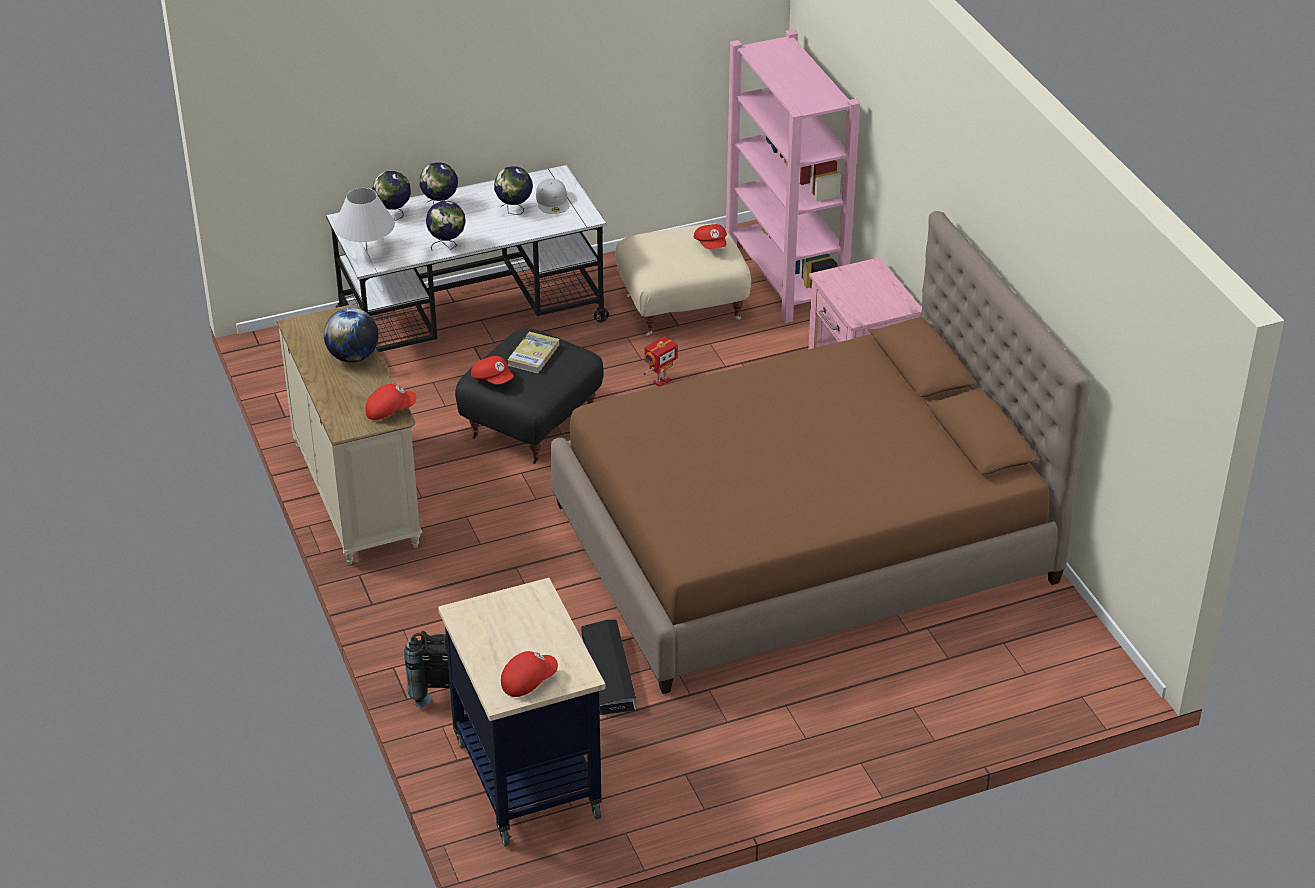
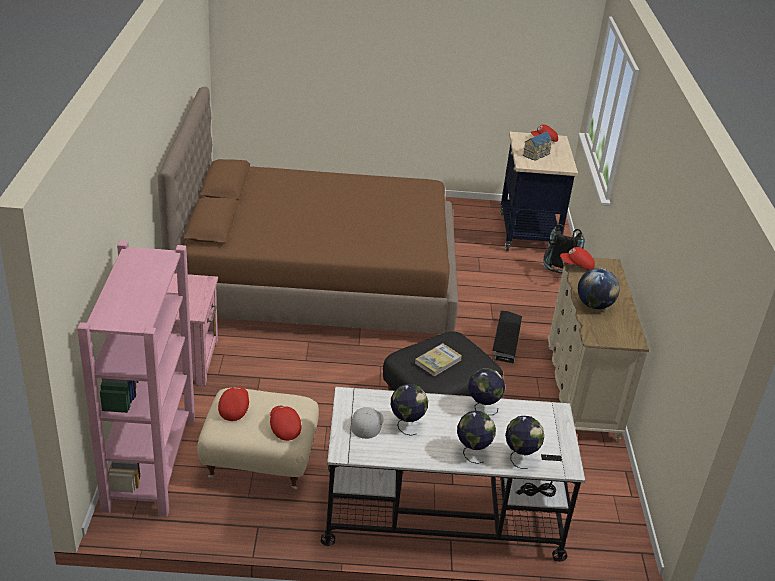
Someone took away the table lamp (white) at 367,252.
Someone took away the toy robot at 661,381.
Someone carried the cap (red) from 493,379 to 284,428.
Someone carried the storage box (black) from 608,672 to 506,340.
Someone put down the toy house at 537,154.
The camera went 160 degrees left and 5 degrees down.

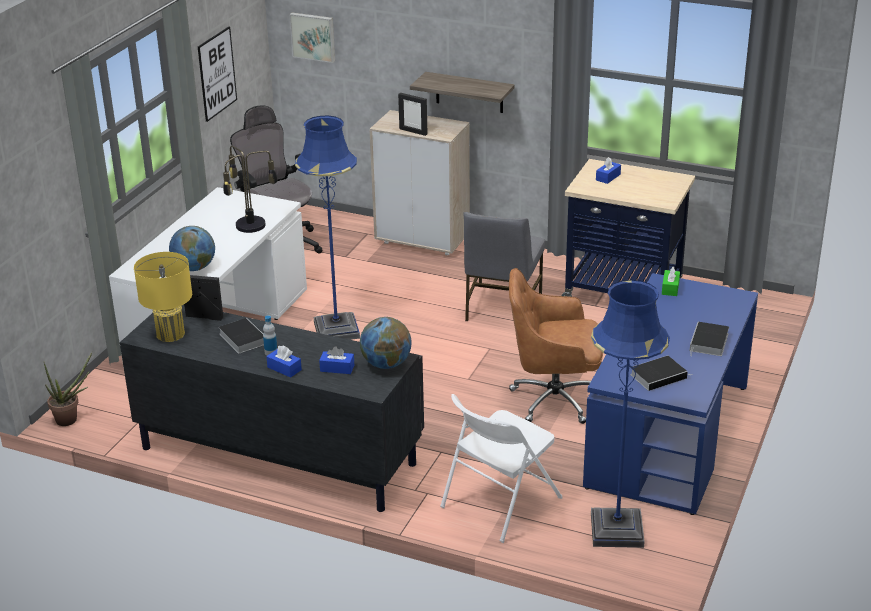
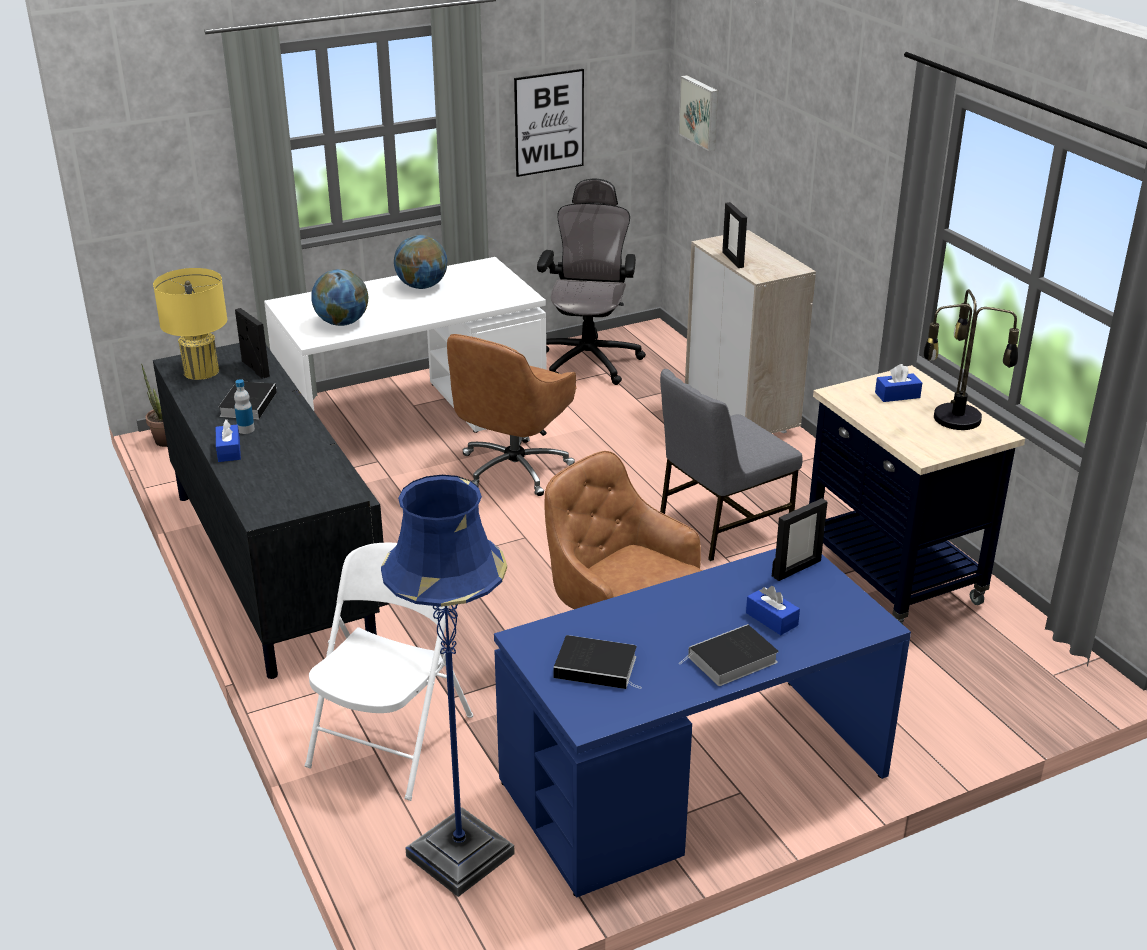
Someone took away the shelf at 469,92.
Someone swapped the floor lamp (blue) at 336,330 for the office chair (brown) at 513,469.
Someone carried the table lamp from 250,225 to 957,418.
Someone swapped the tissue box (green) at 670,288 for the picture frame at 796,568.
Someone carried the globe from 386,364 to 422,286.
Someone carried the tissue box (blue) from 337,368 to 771,619.
Someone rotated the chair (white) at 501,502 by 120 degrees clockwise.
The camera went 40 degrees right and 0 degrees up.

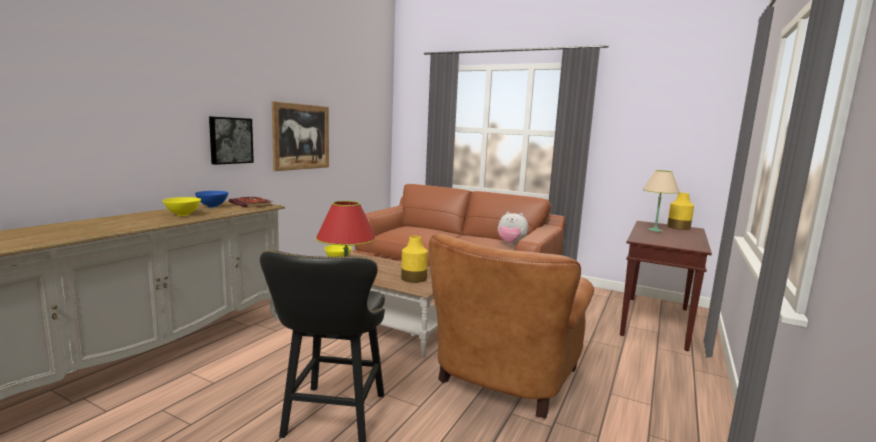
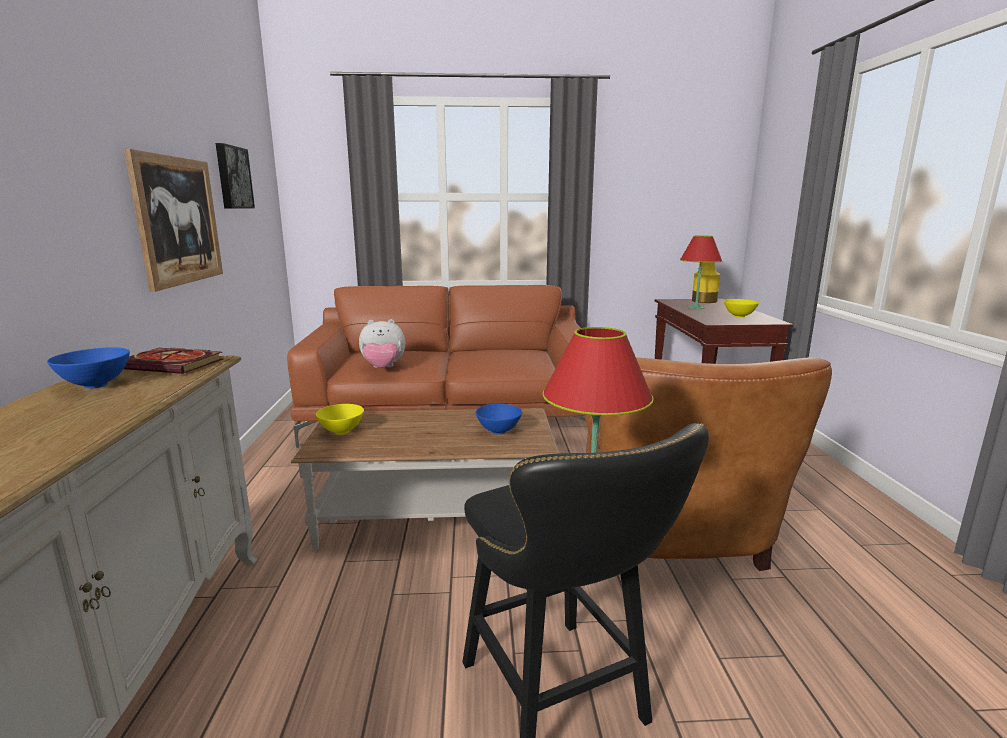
Someone carried the picture from 230,140 to 232,177.
Someone repainted the table lamp (beige) at 655,230, which became the table lamp (red) at 696,307.
Someone carried the bowl (yellow) from 183,215 to 739,316.
Someone carried the plush toy from 510,244 to 383,368.
Someone swapped the vase (yellow) at 414,278 for the bowl (blue) at 499,431.
The camera went 30 degrees left and 5 degrees up.

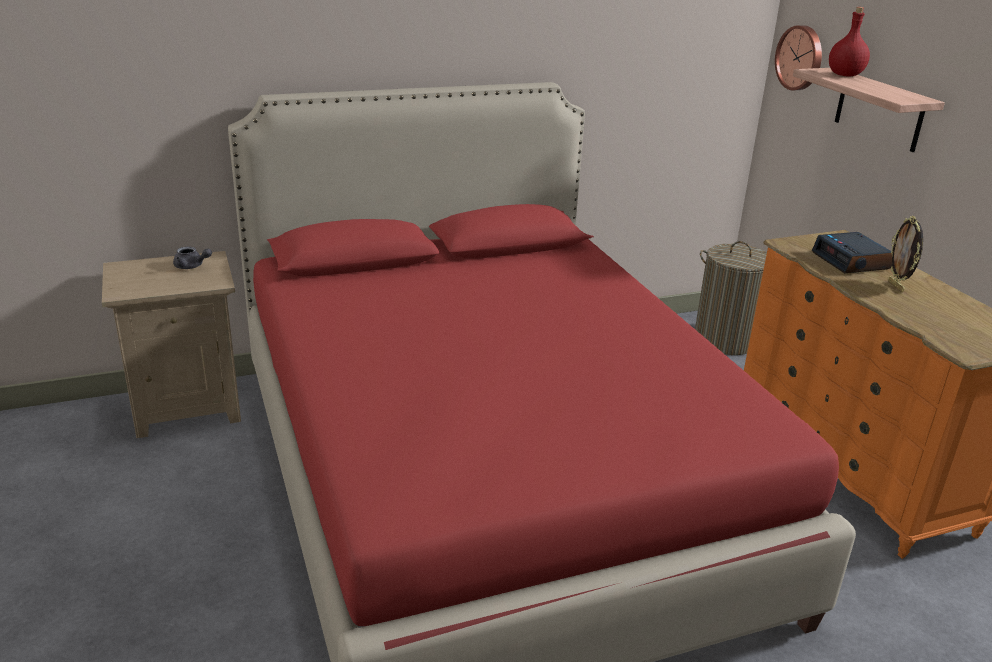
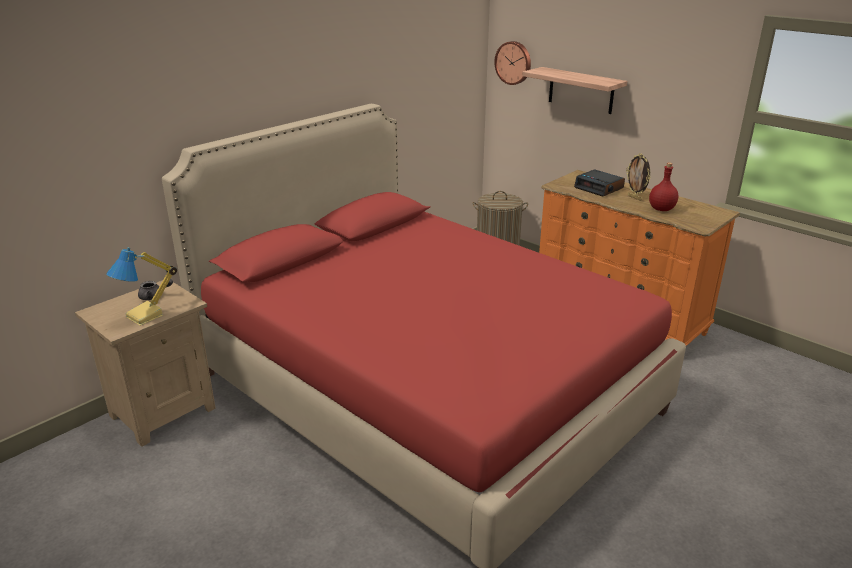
Someone carried the bottle (red) from 845,75 to 662,209.
Someone put down the table lamp at 145,316.
The camera went 25 degrees left and 0 degrees up.

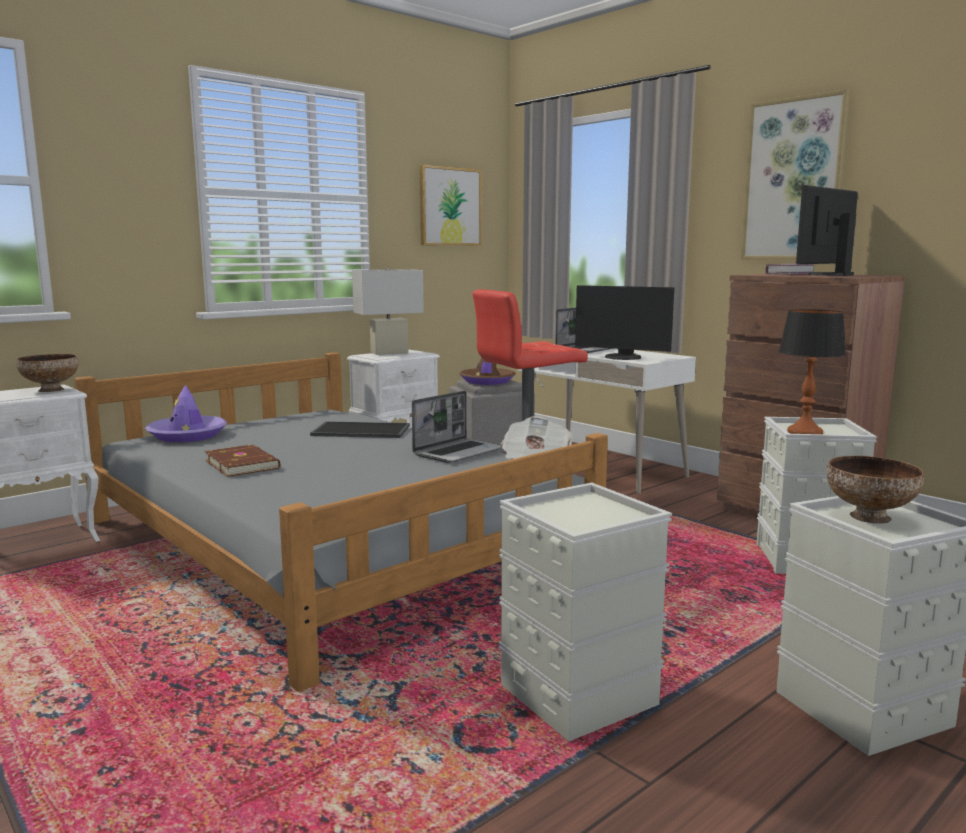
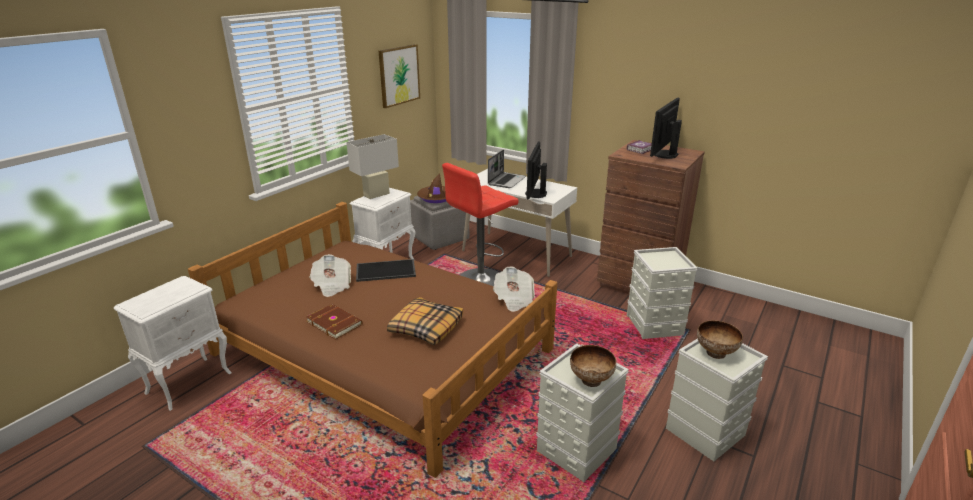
Someone took away the picture at 793,180.
Someone rotated the monitor at 622,357 by 90 degrees clockwise.
Someone took away the table lamp at 804,432.
Someone repainted the bed (grey) at 328,543, which became the bed (brown) at 384,351.
Someone carried the bowl from 51,389 to 591,380.
Someone took away the hat (purple) at 187,435.
Someone took away the laptop at 458,452.
Someone put down the newspaper at 332,285.
Someone put down the pillow at 426,327.
The camera went 15 degrees left and 15 degrees up.

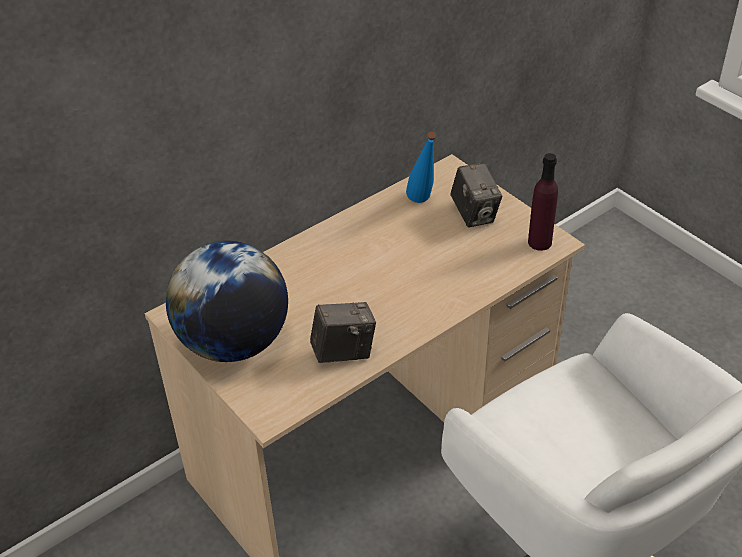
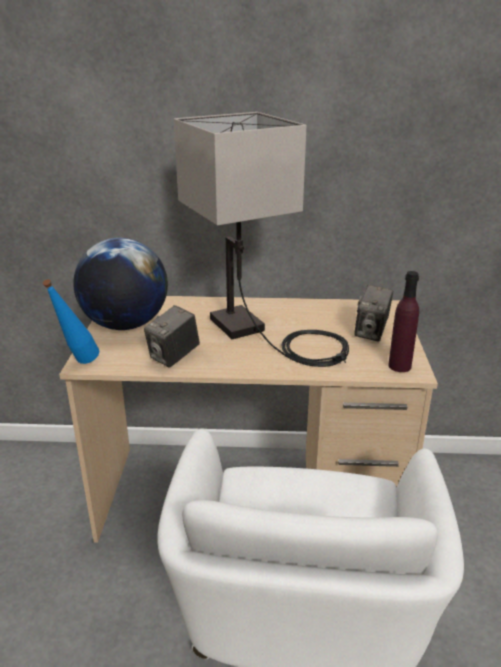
Someone carried the bottle (blue) from 422,204 to 78,364.
Someone rotated the photo camera at 343,352 by 105 degrees clockwise.
Someone put down the table lamp at 267,336.
The camera went 40 degrees right and 15 degrees down.

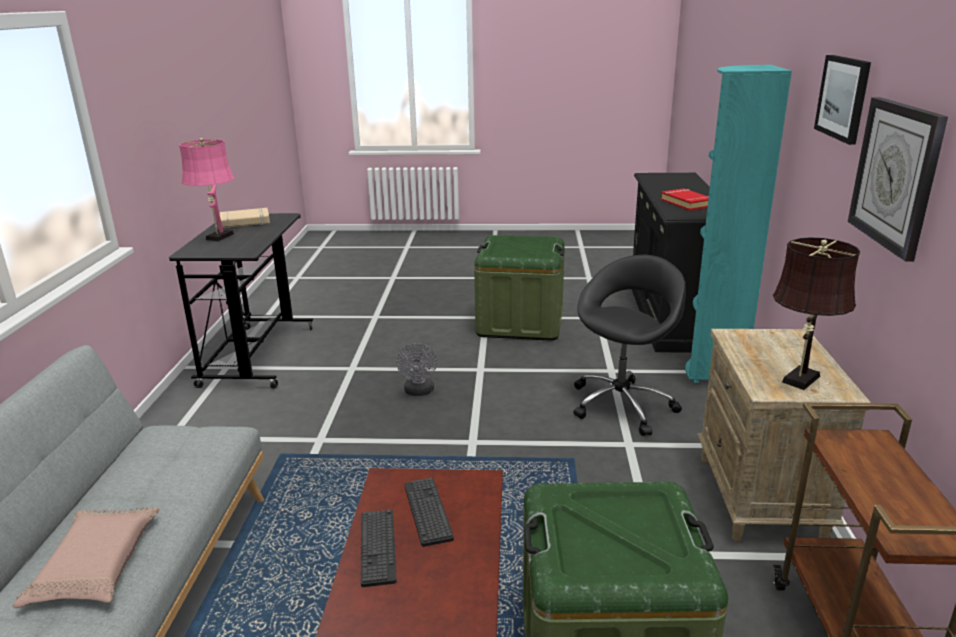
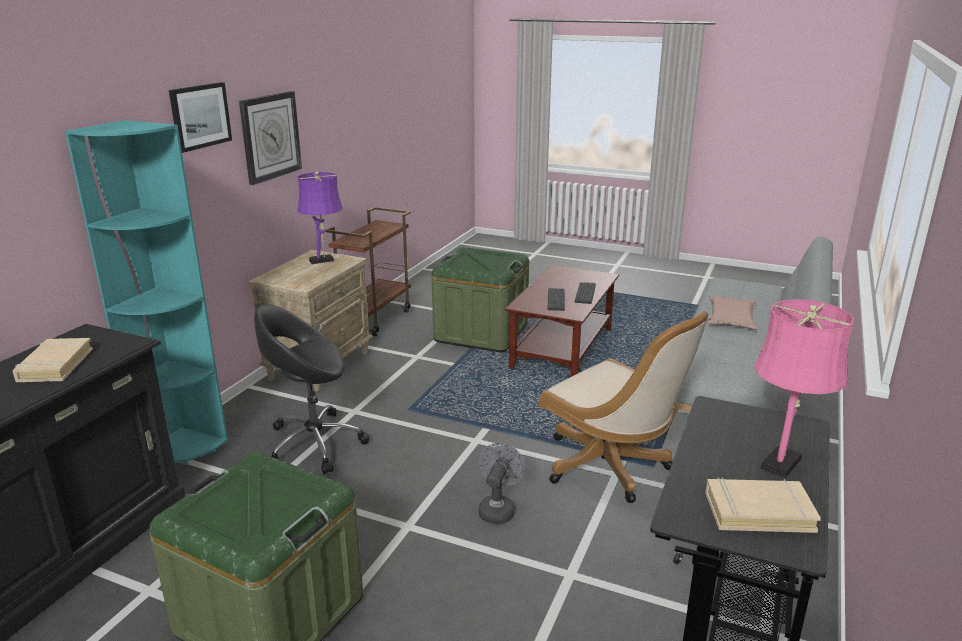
Someone repainted the book (red) at 686,203, which became the book (beige) at 55,365.
Someone repainted the table lamp (brown) at 799,381, which became the table lamp (purple) at 324,260.
Someone put down the office chair at 613,468.
The camera went 160 degrees left and 0 degrees up.

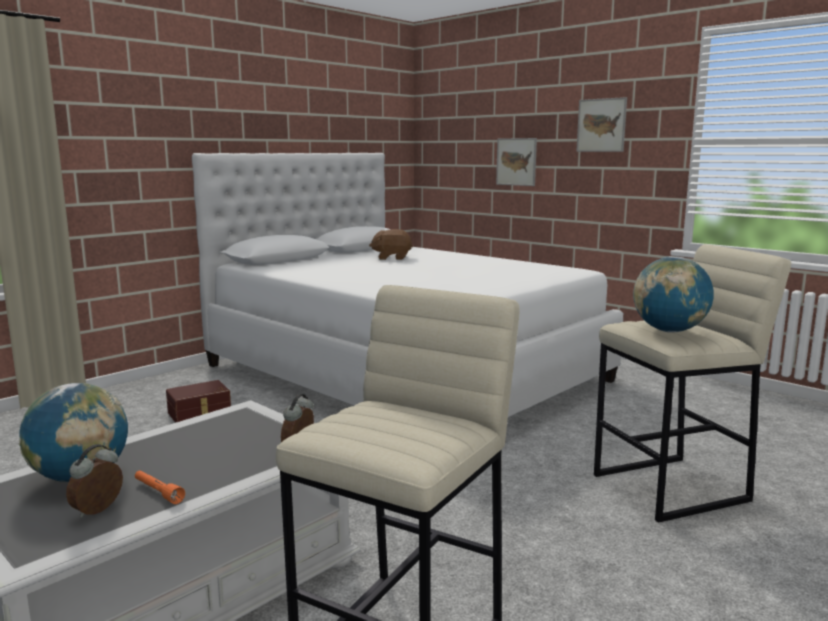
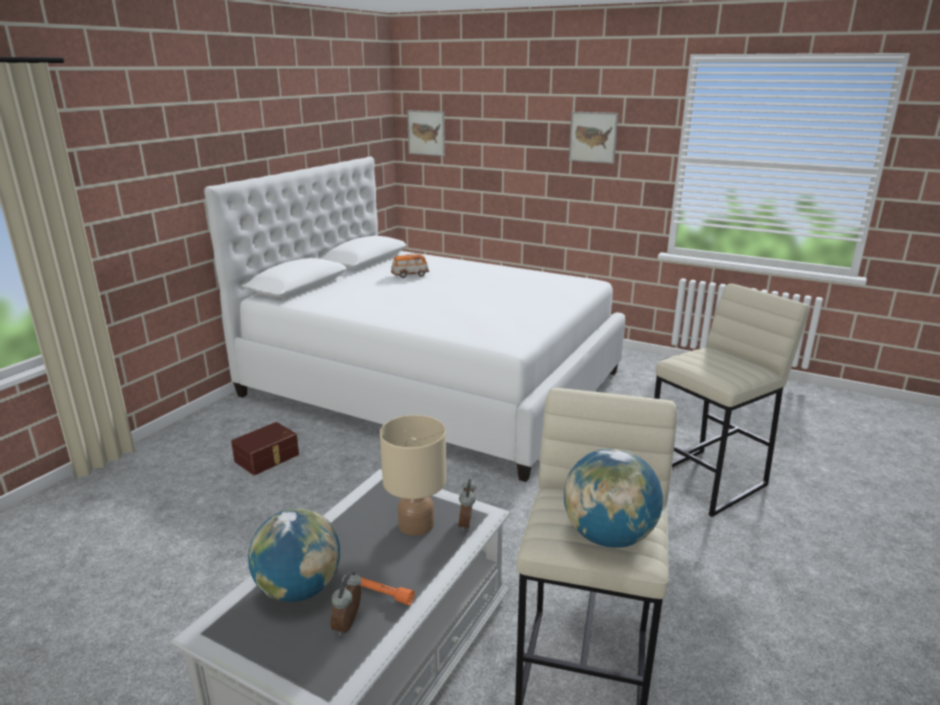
Someone carried the picture from 516,162 to 426,133.
Someone swapped the plush toy (brown) at 392,258 for the toy car at 410,275.
Someone carried the globe from 669,331 to 608,537.
Someone put down the table lamp (beige) at 415,524.
The camera went 15 degrees left and 10 degrees up.

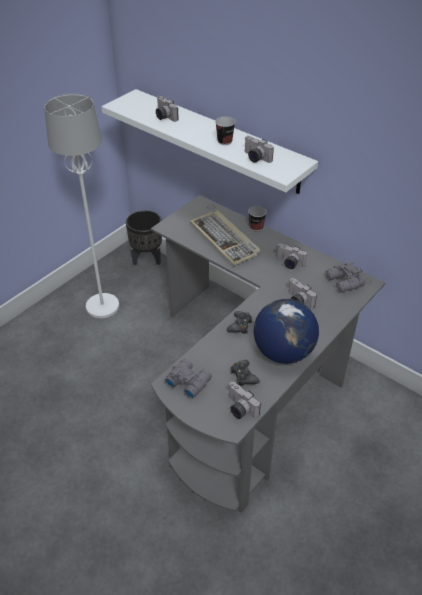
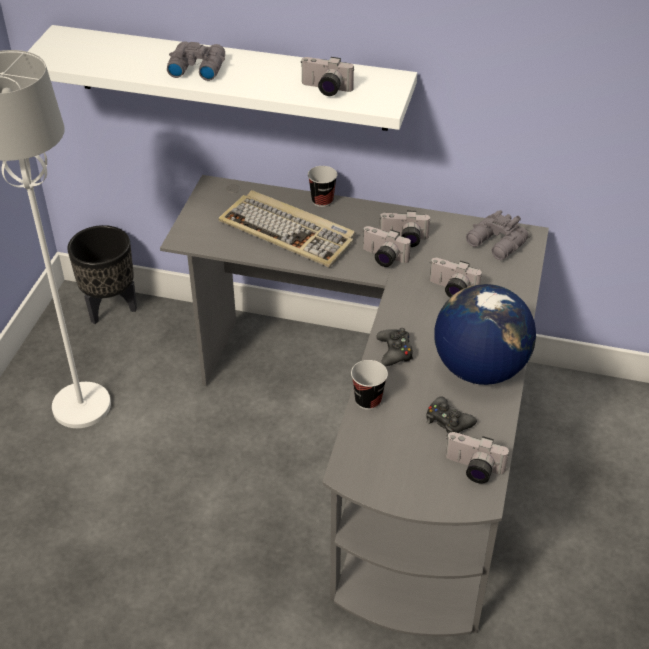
Someone carried the photo camera from 164,117 to 382,258.
Someone carried the cup from 224,141 to 368,400.
Someone carried the binoculars (grey) from 188,381 to 196,68.
The camera went 25 degrees left and 0 degrees up.

